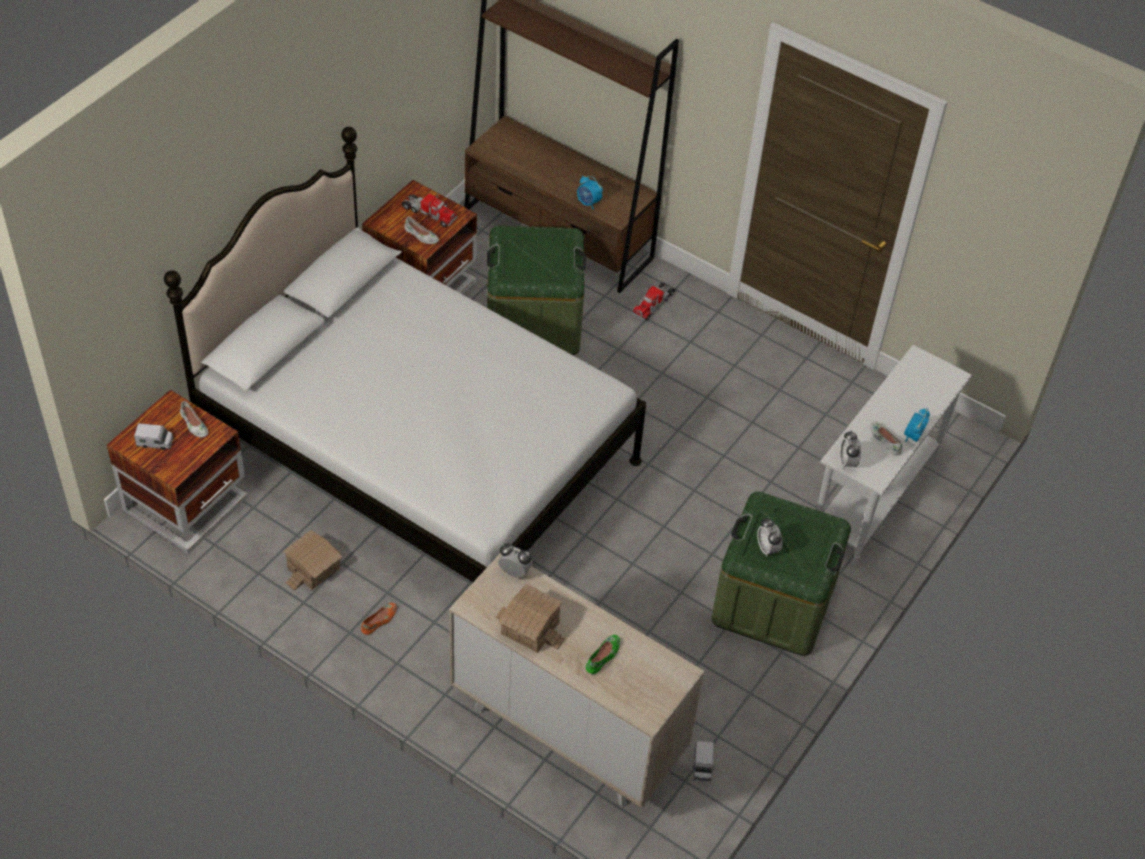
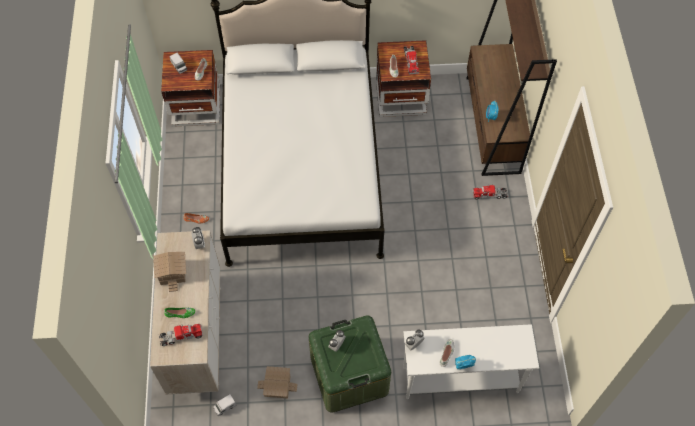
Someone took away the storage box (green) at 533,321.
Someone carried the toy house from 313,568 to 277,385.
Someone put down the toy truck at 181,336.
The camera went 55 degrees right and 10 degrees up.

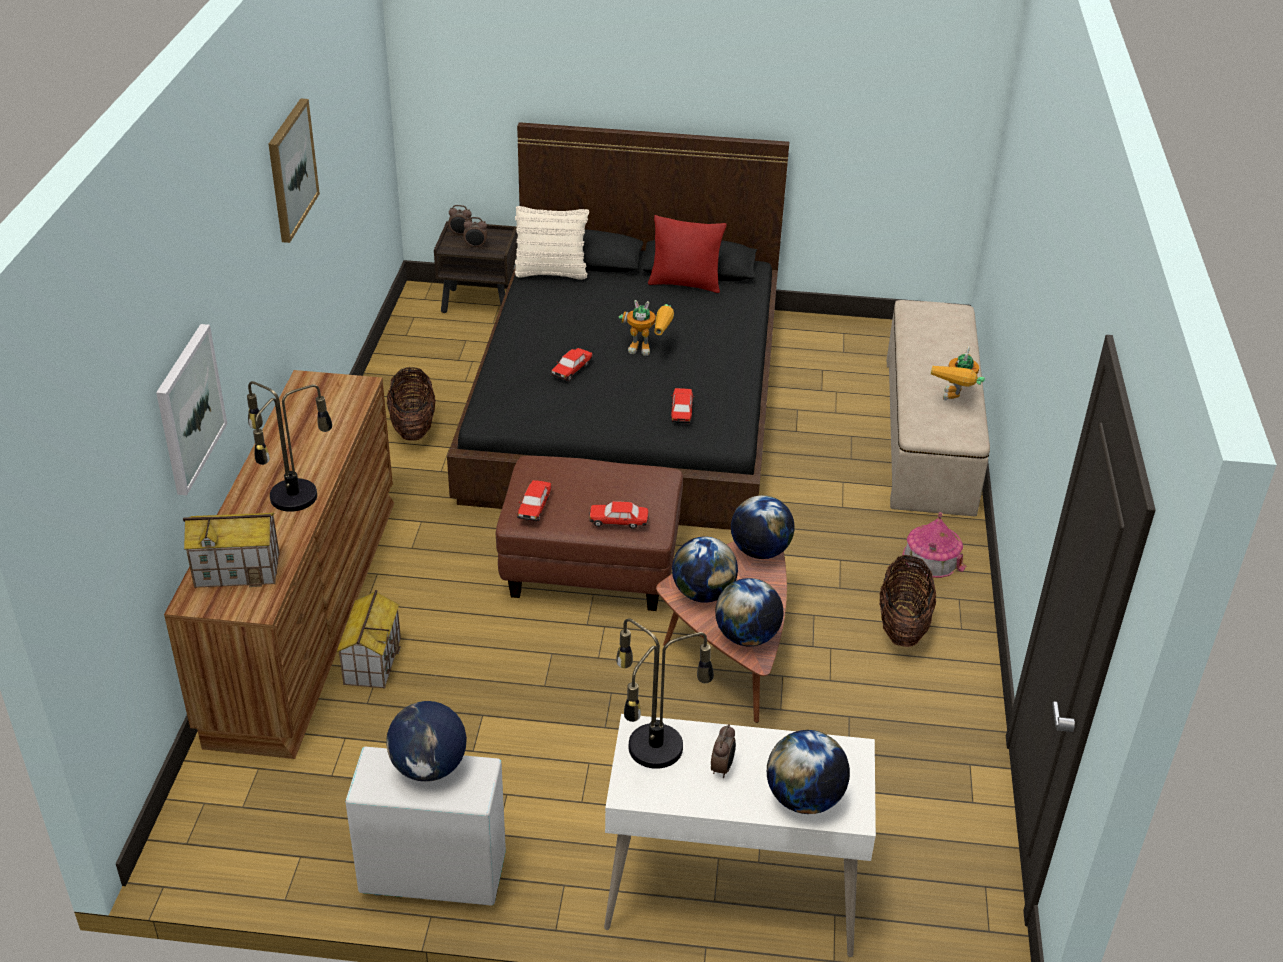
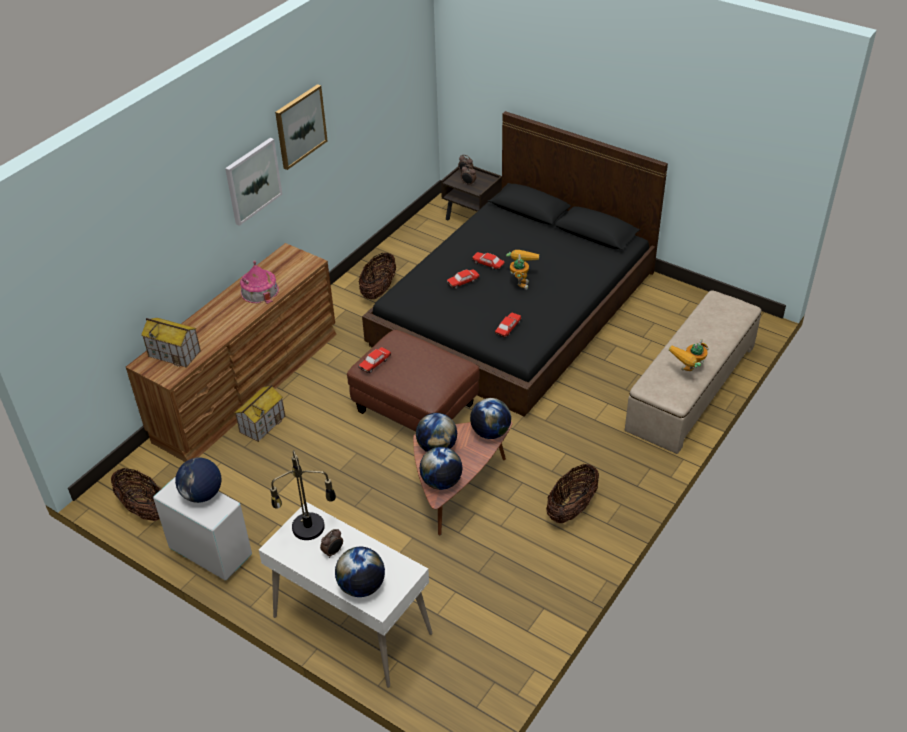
Someone took away the pillow (beige) at 552,273.
Someone took away the pillow (red) at 685,284.
Someone rotated the toy robot at 649,349 by 120 degrees counterclockwise.
Someone carried the picture from 189,408 to 252,181.
Someone took away the table lamp at 293,496.
Someone carried the toy car from 618,521 to 488,264.
Someone carried the toy house from 932,558 to 259,291.
Someone put down the basket at 144,509.
The camera went 30 degrees right and 5 degrees up.

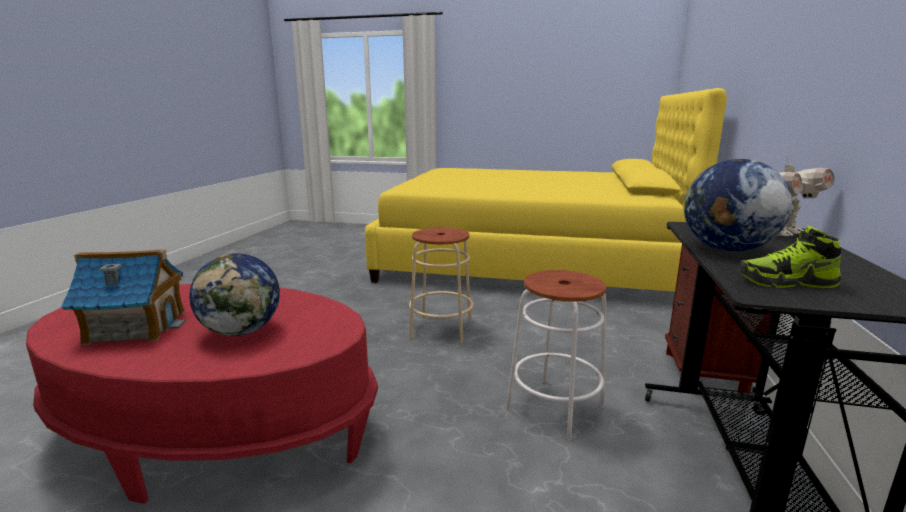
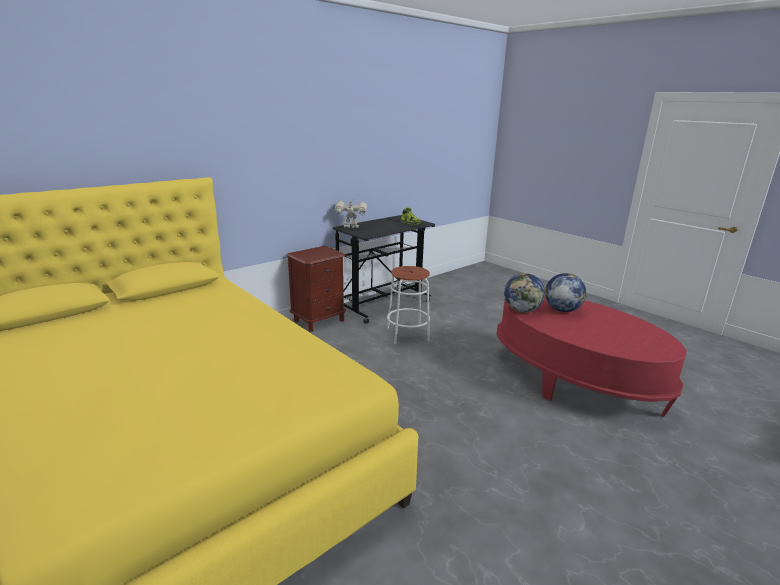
Someone carried the globe from 726,249 to 522,310.
Someone took away the stool (beige) at 441,329.
Someone took away the toy house at 136,327.
The camera went 145 degrees left and 5 degrees up.

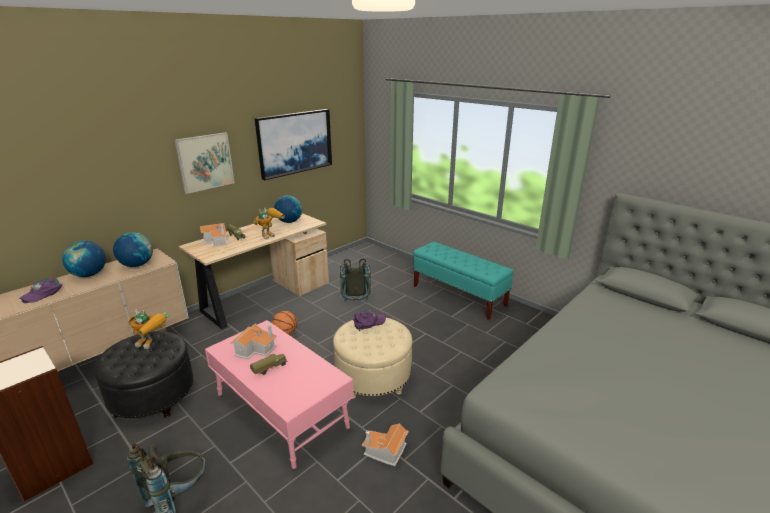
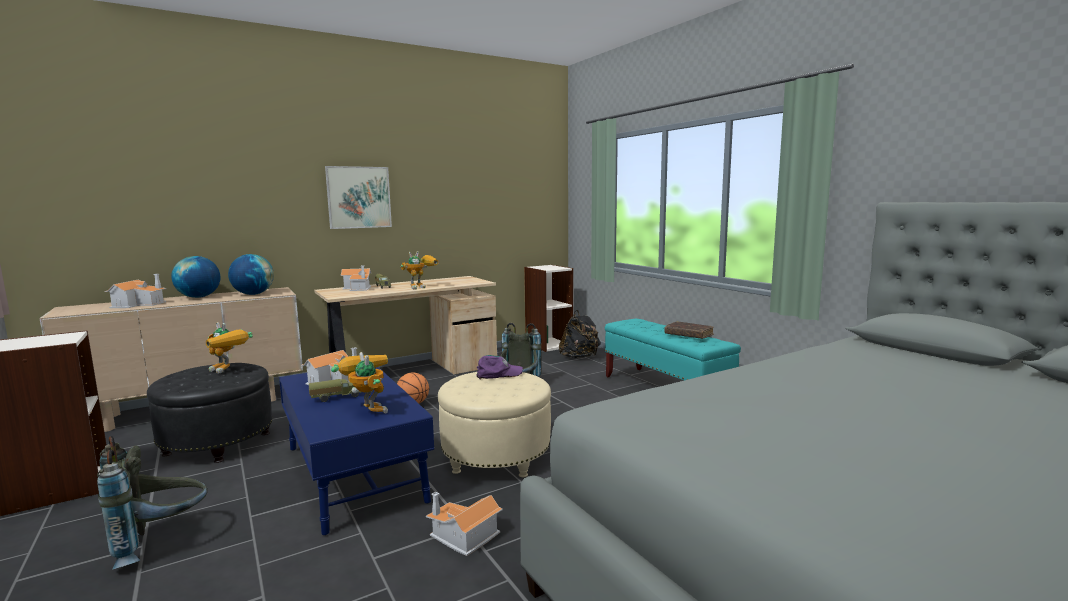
Someone took away the picture at 294,143.
Someone took away the globe at 289,222.
Someone swapped the cap (purple) at 43,293 for the toy house at 139,304.
Someone repainted the coffee table (pink) at 280,410, which became the coffee table (blue) at 353,473.
Someone put down the bookcase at 548,345.
Someone put down the backpack (black) at 580,357.
Someone put down the book (brown) at 688,335.
Someone put down the toy robot at 366,409.
The camera went 15 degrees right and 15 degrees down.

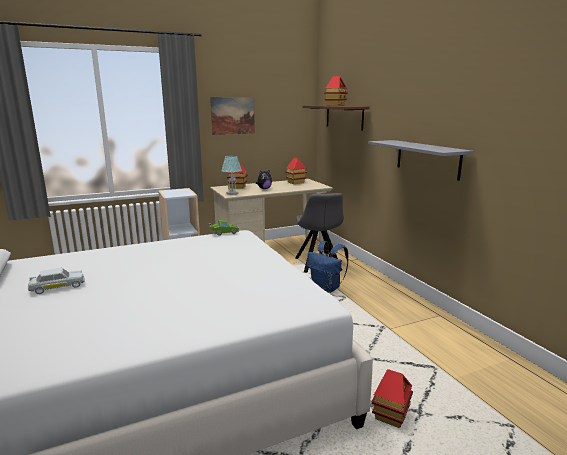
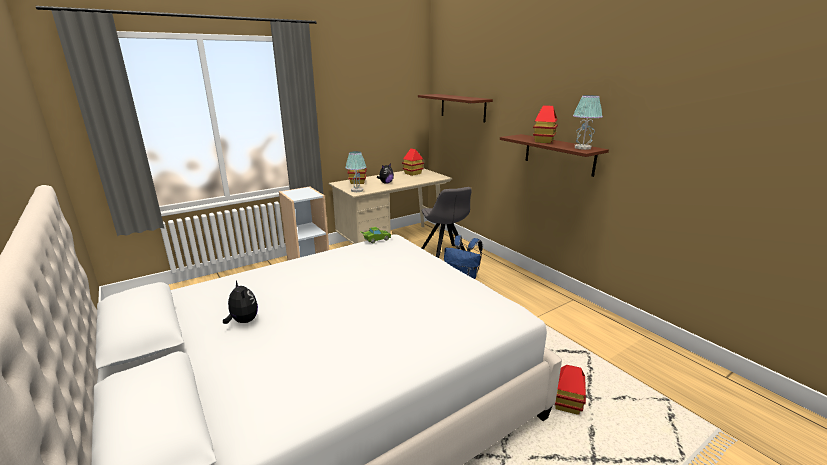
Someone carried the toy house from 335,105 to 543,141.
Someone took away the picture at 233,115.
Someone repainted the shelf (grey) at 427,159, which became the shelf (brown) at 559,154.
Someone swapped the toy car (white) at 57,287 for the plush toy at 243,321.
Someone put down the table lamp at 582,148.
The camera went 10 degrees left and 5 degrees up.

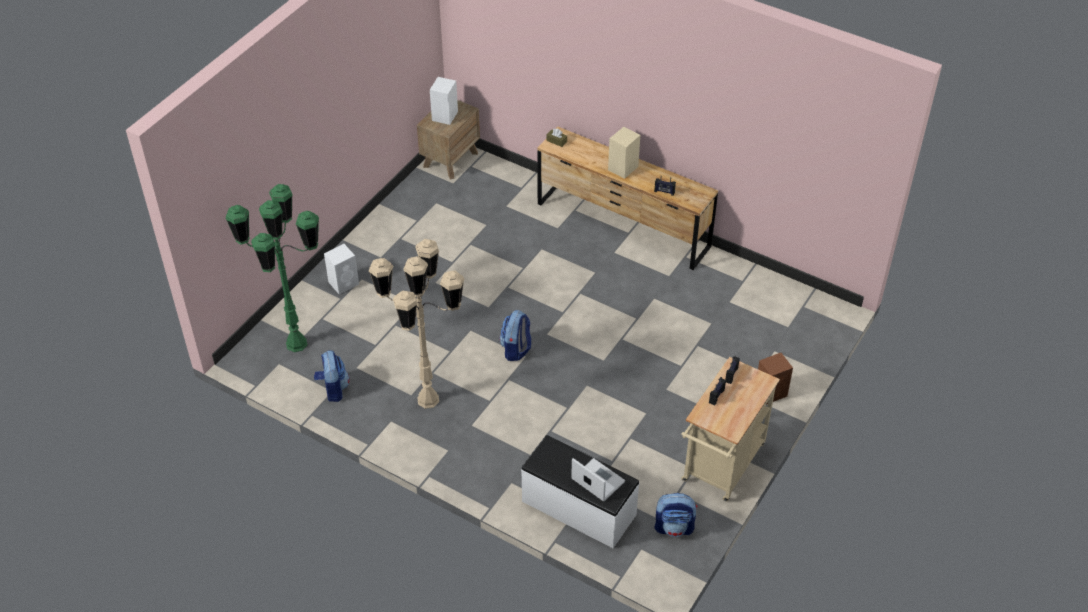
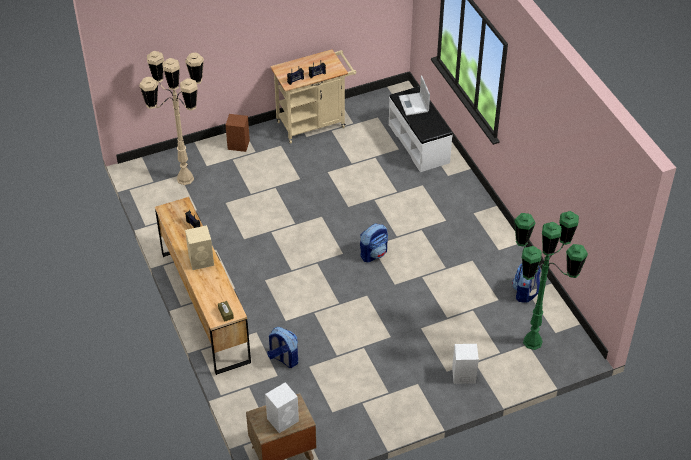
Someone carried the floor lamp (beige) from 428,399 to 184,179.
Someone carried the backpack from 674,527 to 283,358.
The camera went 145 degrees left and 0 degrees up.

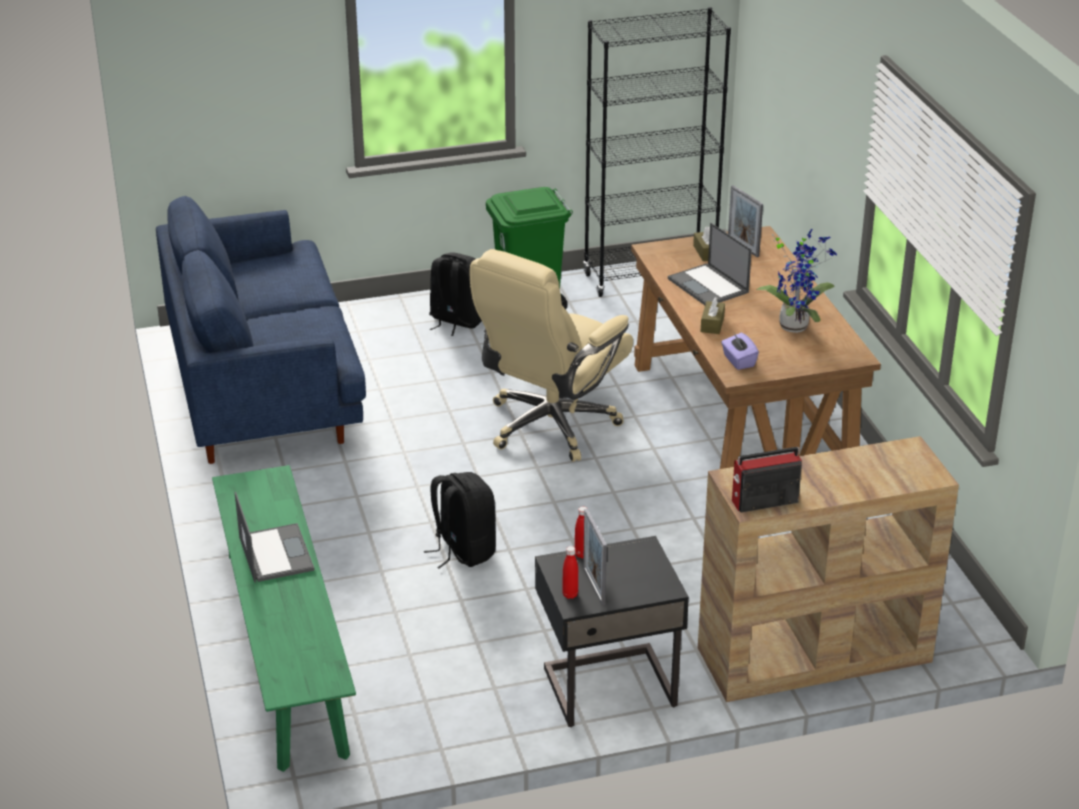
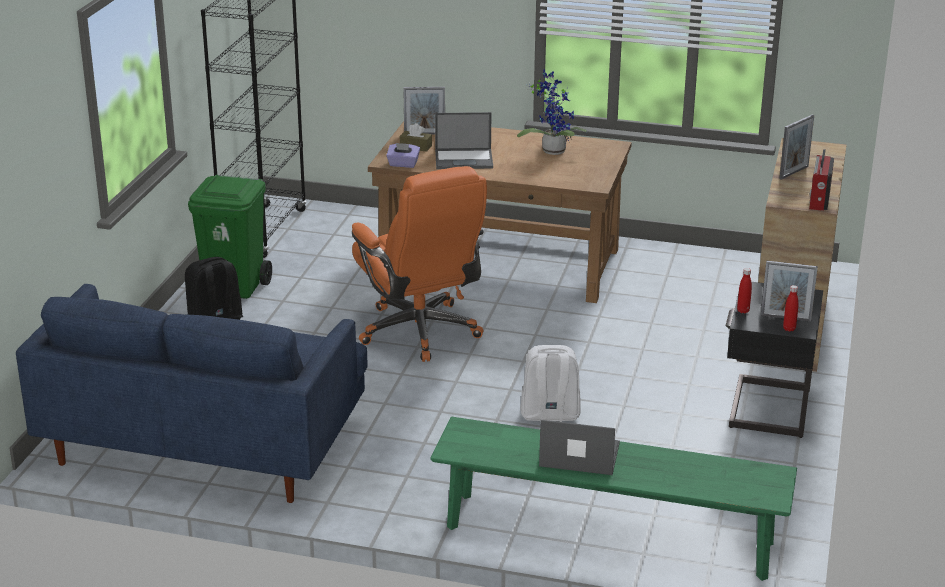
Someone repainted the office chair (beige) at 551,425, which became the office chair (orange) at 419,331.
Someone took away the tissue box (brown) at 712,324.
Someone carried the tissue box (purple) from 738,361 to 403,164.
Someone repainted the backpack (black) at 463,551, which became the backpack (white) at 549,417.
Someone put down the picture frame at 794,172.
The camera went 60 degrees left and 5 degrees down.

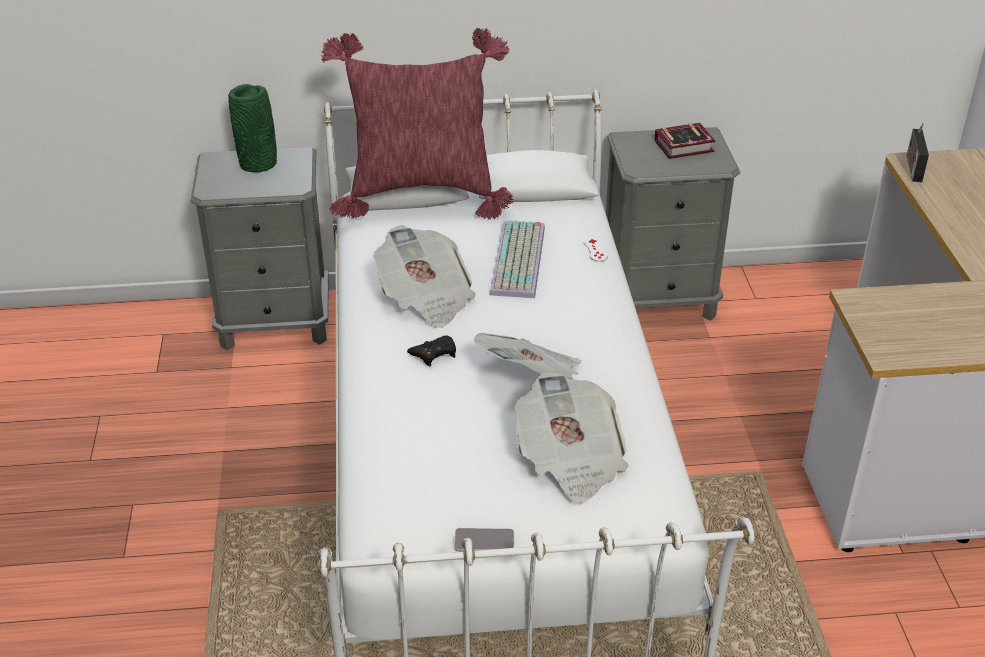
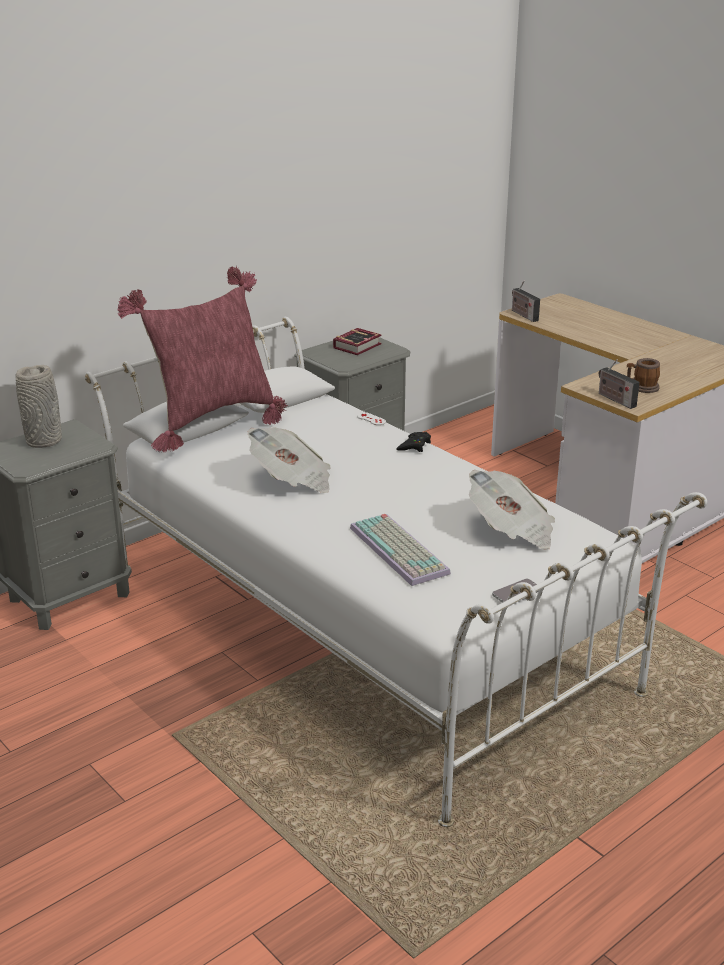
Someone repainted the vase (green) at 259,164, which became the vase (grey) at 44,441.
Someone carried the keyboard from 520,261 to 401,550.
Someone took away the newspaper at 531,377.
Someone carried the game controller (black) from 434,354 to 414,446.
Someone put down the mug at 641,387.
Someone put down the radio at 615,399.
The camera went 35 degrees left and 10 degrees down.

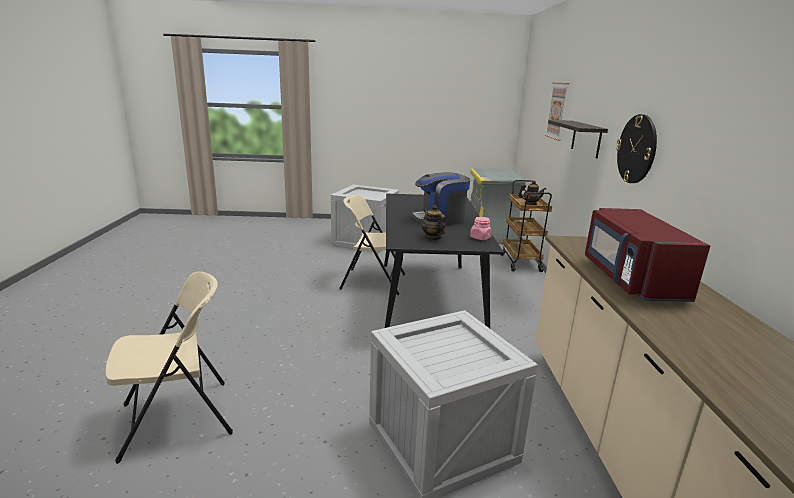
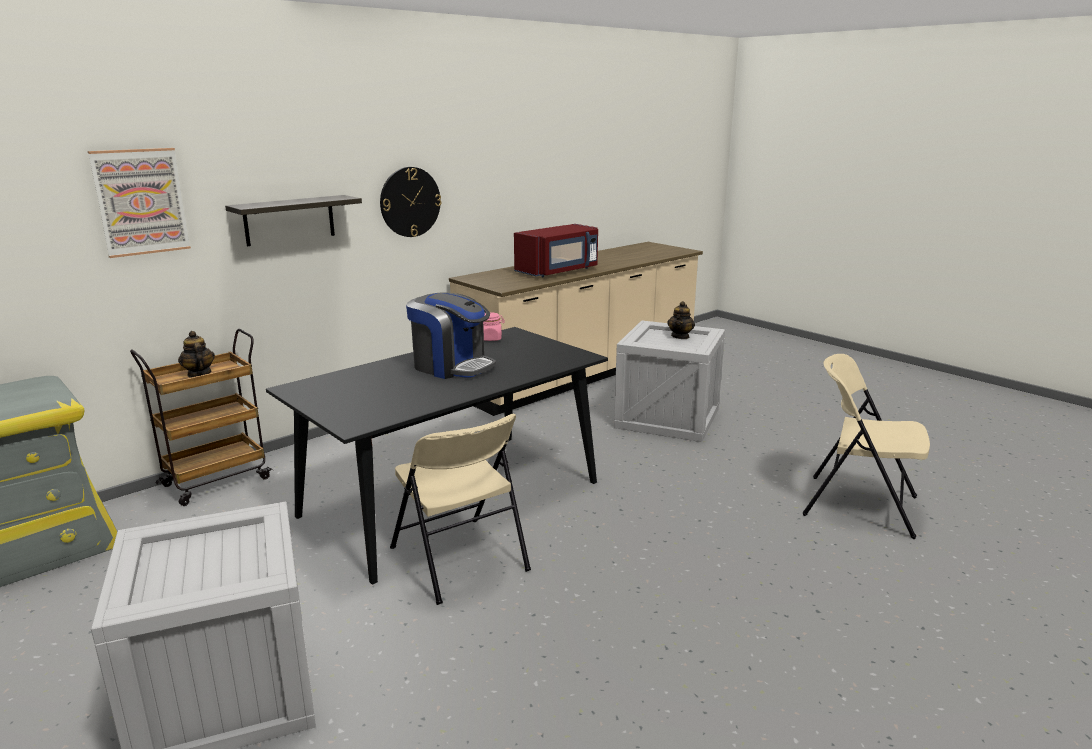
Someone carried the teapot from 432,238 to 680,336.
The camera went 130 degrees left and 0 degrees up.

